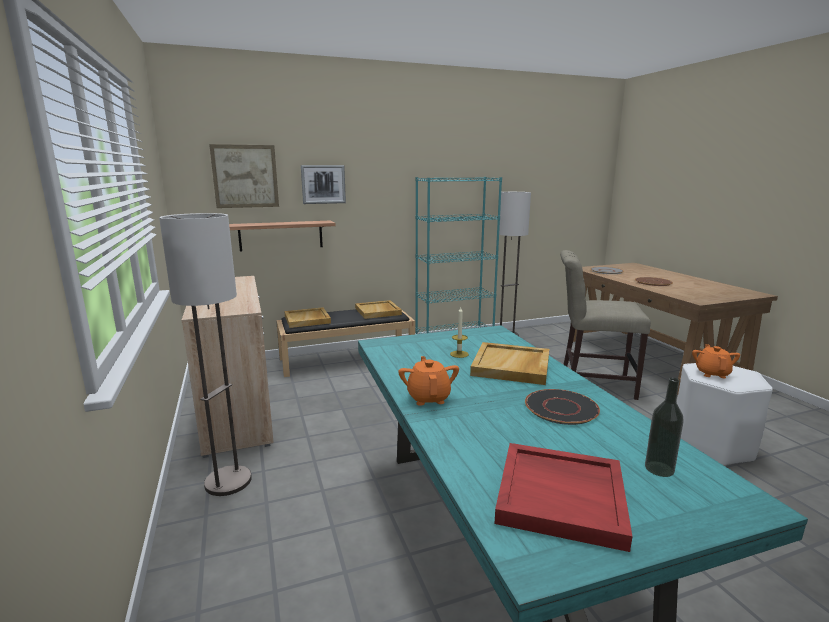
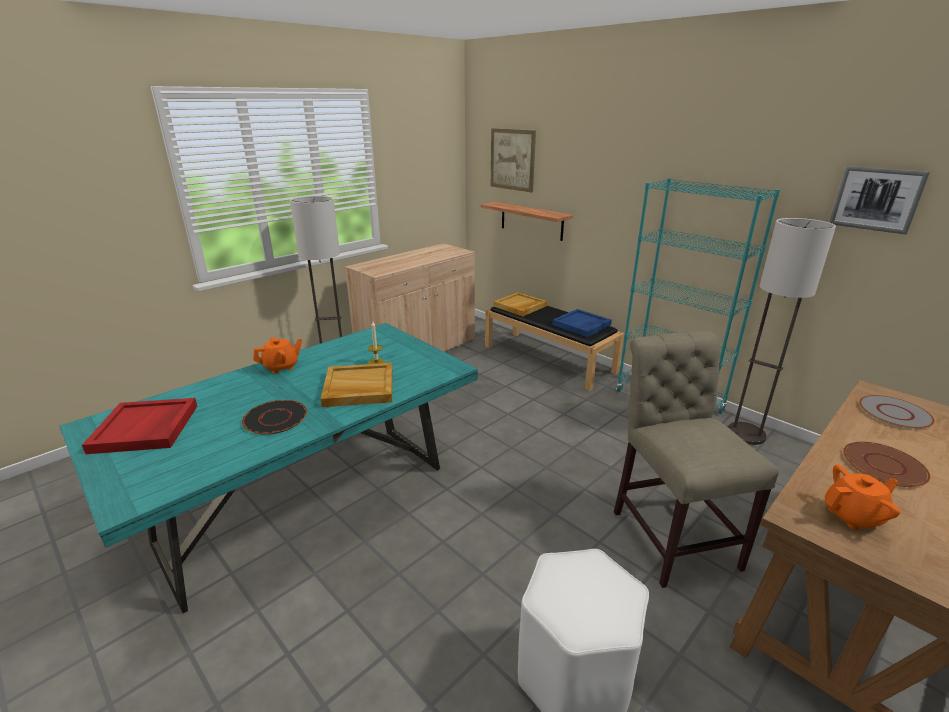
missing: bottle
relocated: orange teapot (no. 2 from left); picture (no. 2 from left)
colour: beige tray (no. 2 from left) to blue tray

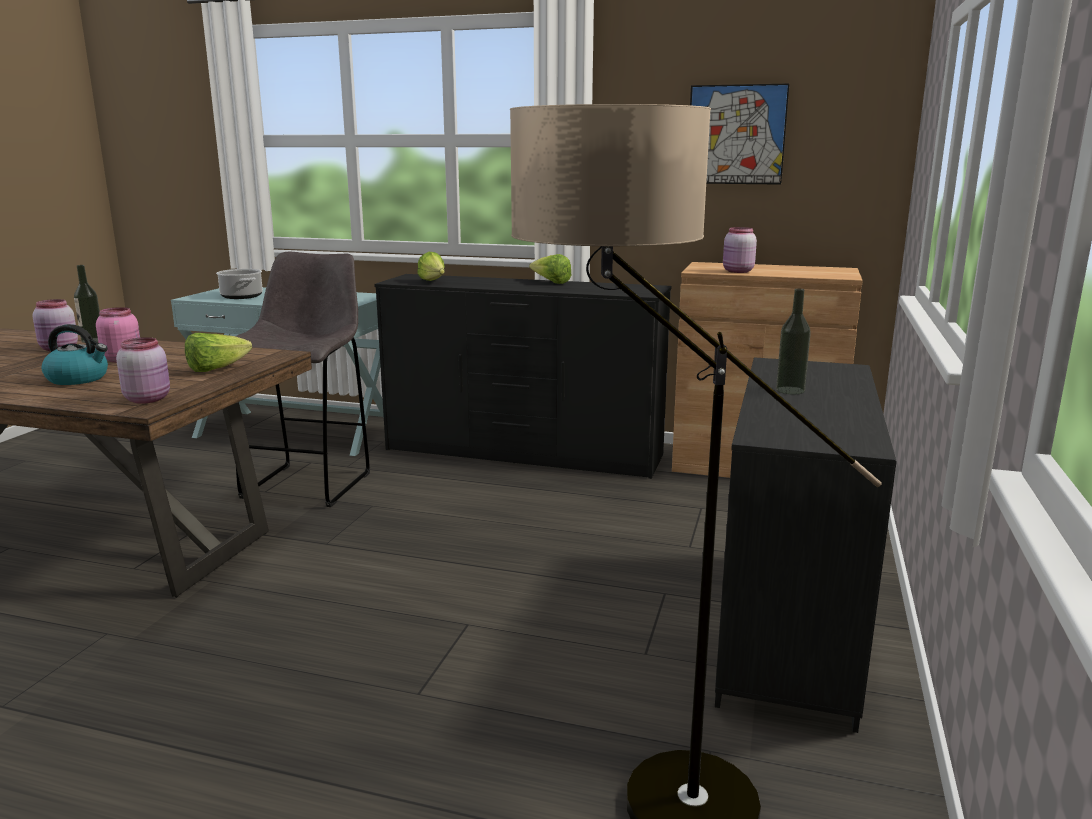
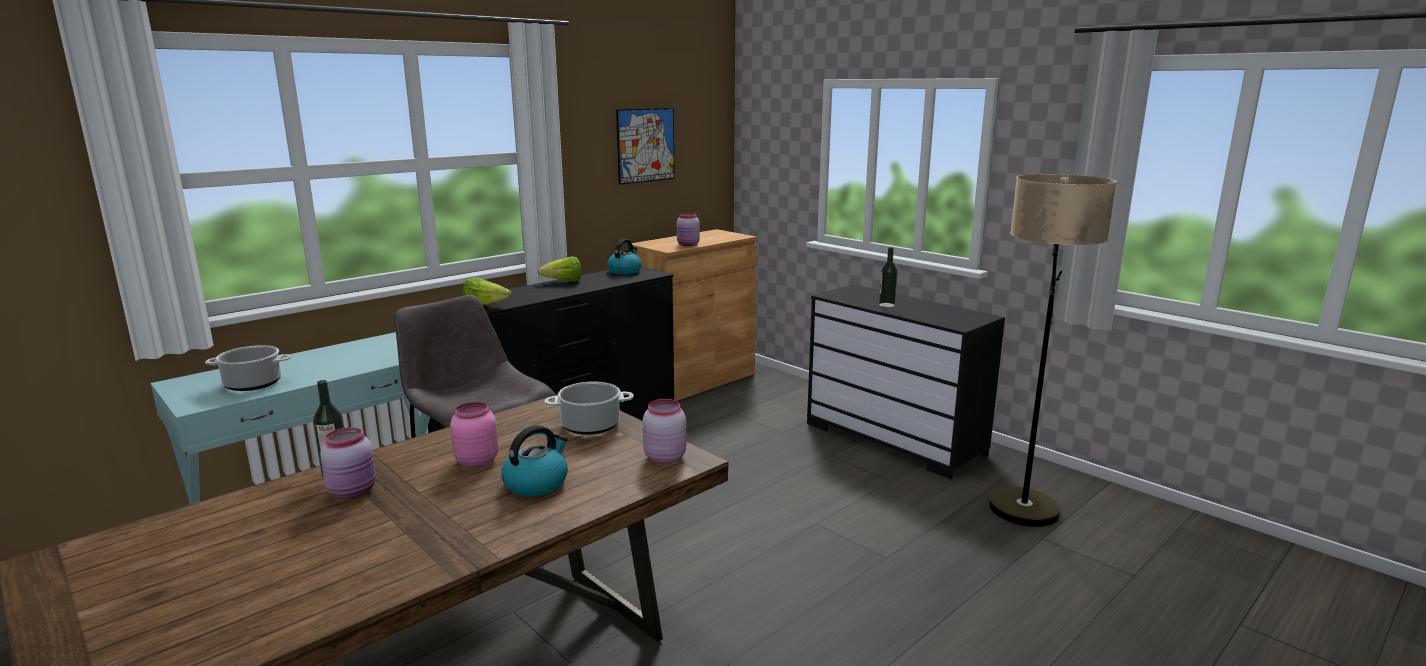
appeared: kettle (no. 2 from left)
exchanged: lettuce (no. 1 from left) to cooking pot (no. 2 from left)

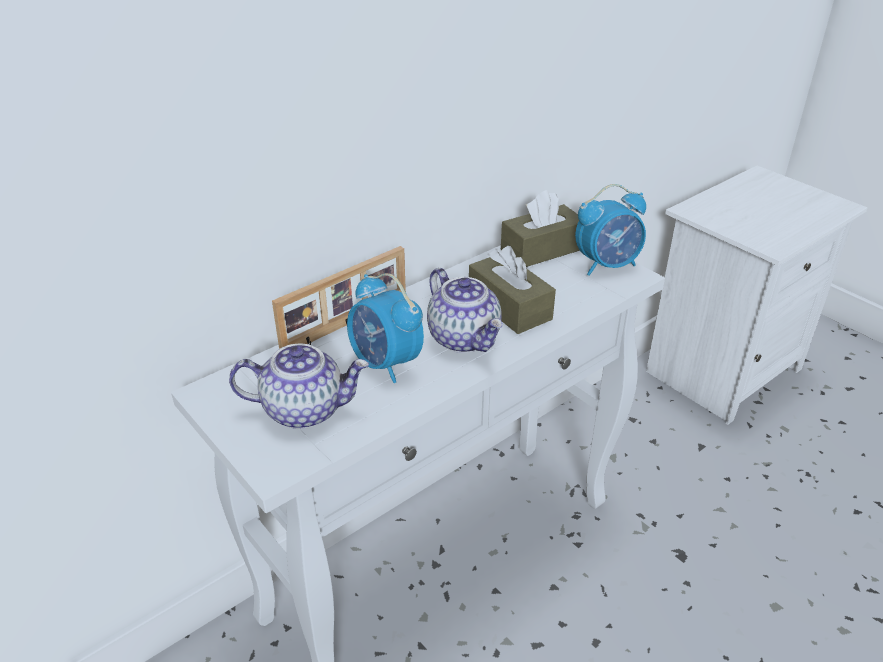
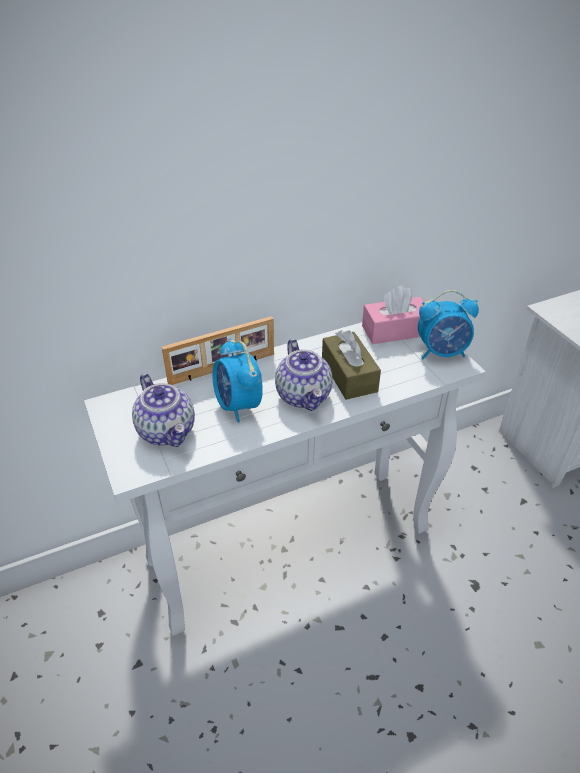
colour: brown tissue box (no. 2 from left) to pink tissue box
spun: teapot (no. 1 from left) 45 degrees clockwise

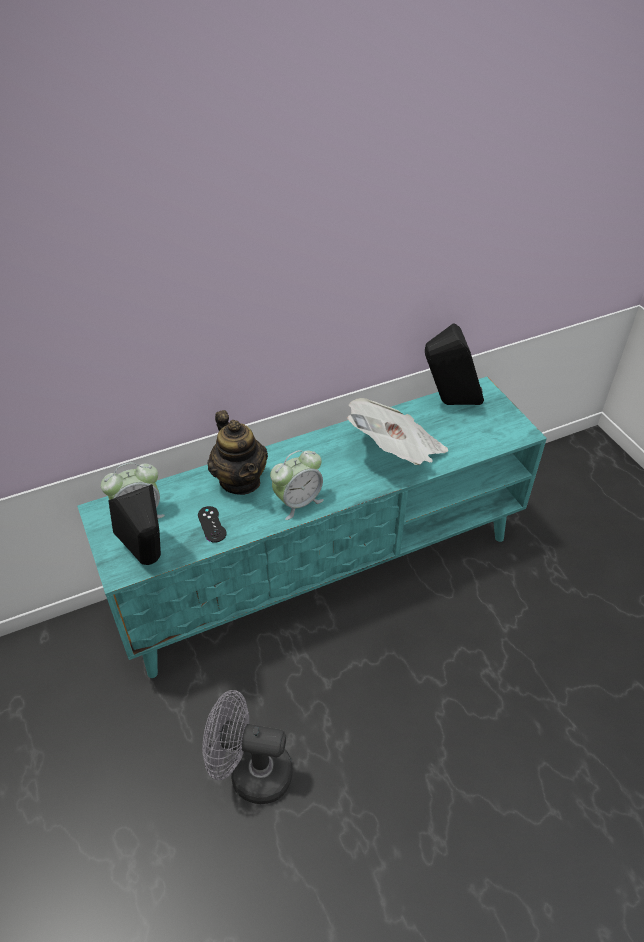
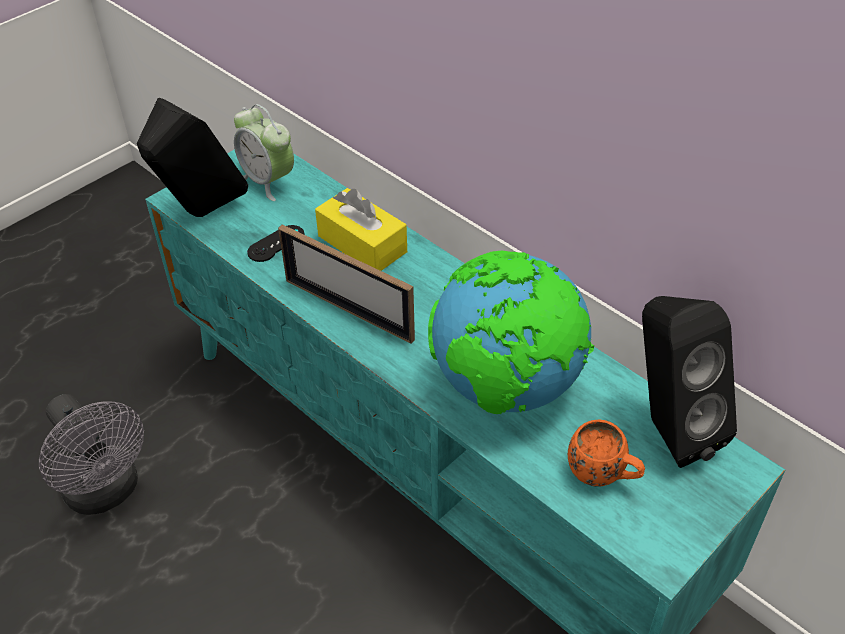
appeared: orange mug
exchanged: alarm clock (no. 2 from left) to picture frame; teapot to yellow tissue box; newspaper to globe
spun: grey fan 150 degrees clockwise

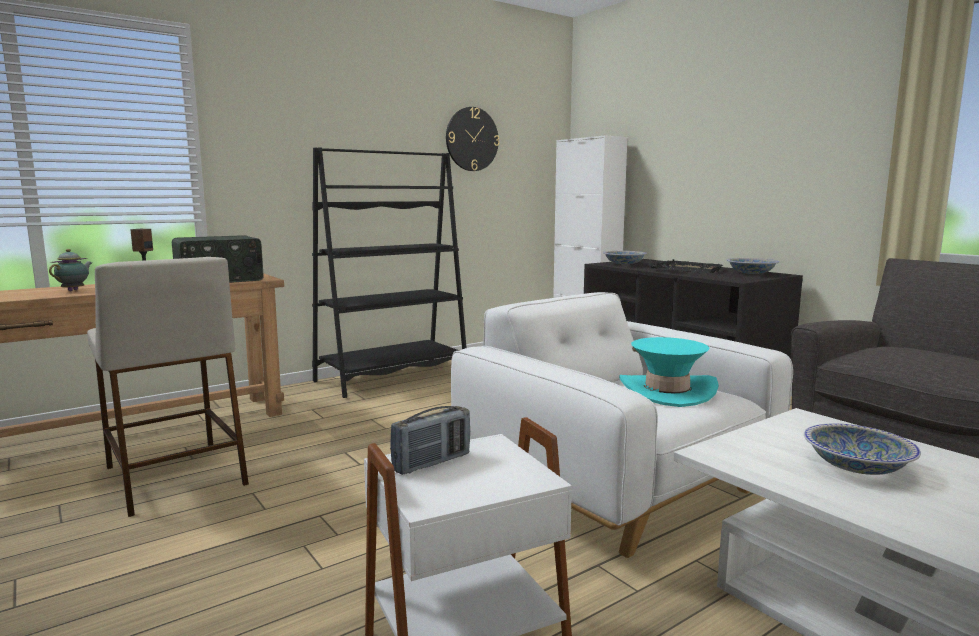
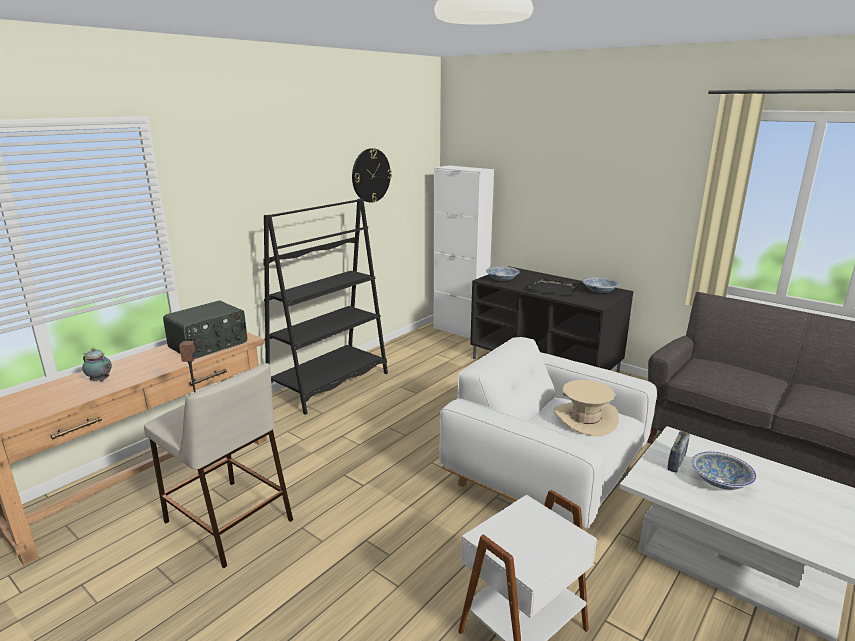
relocated: radio (no. 2 from left)
colour: turquoise hat to beige hat
spun: teapot 120 degrees clockwise

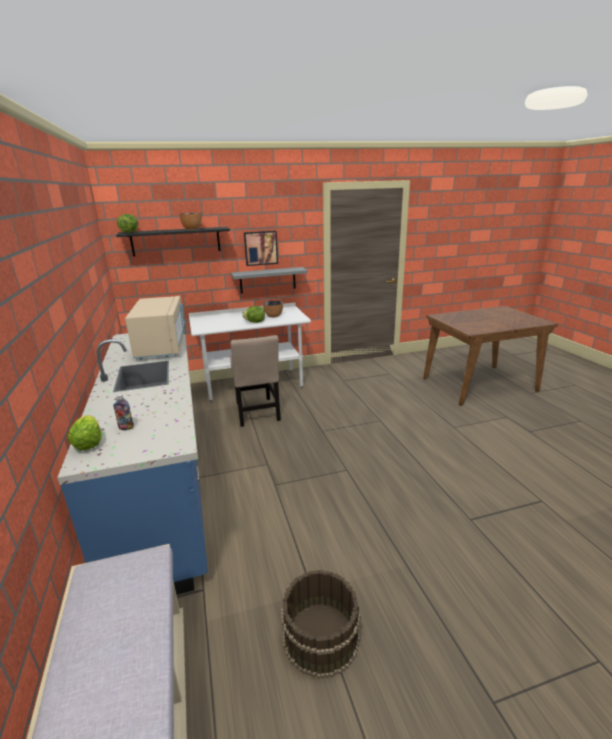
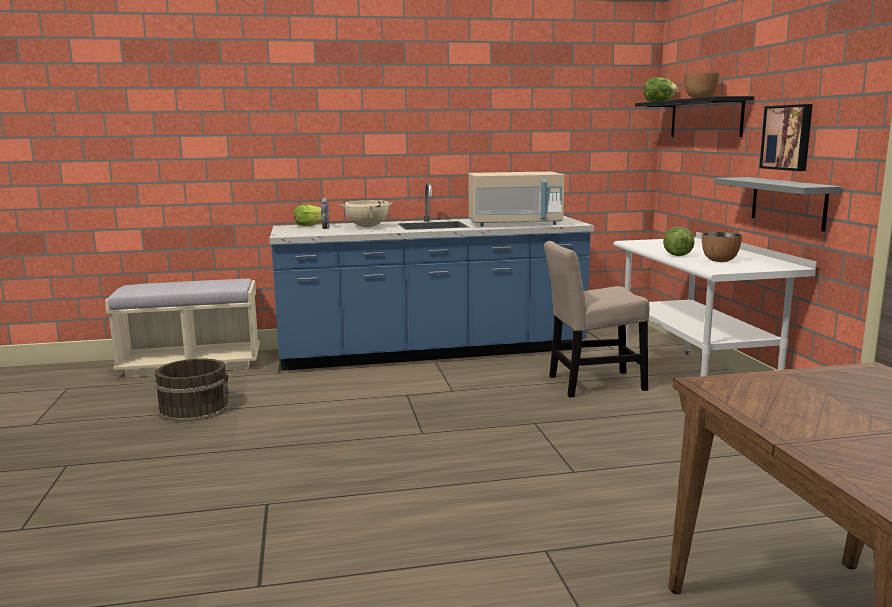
appeared: beige cooking pot

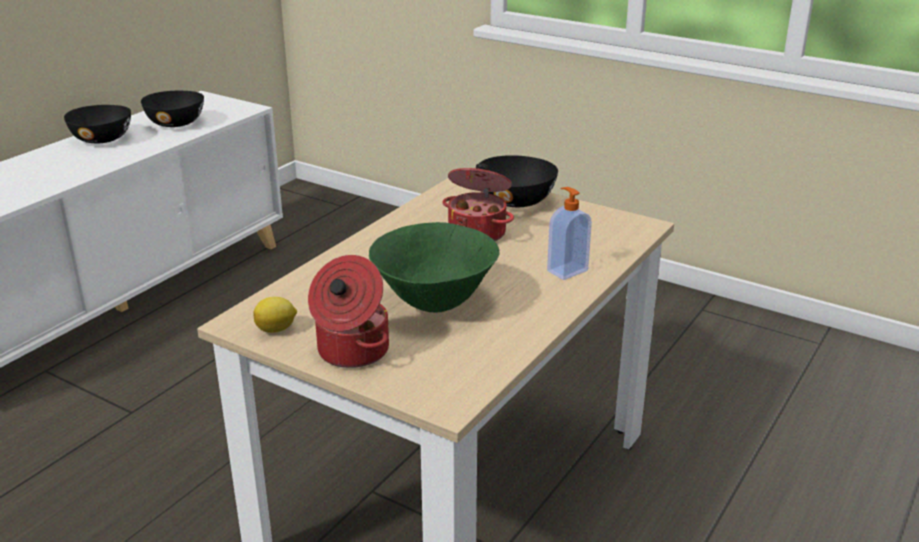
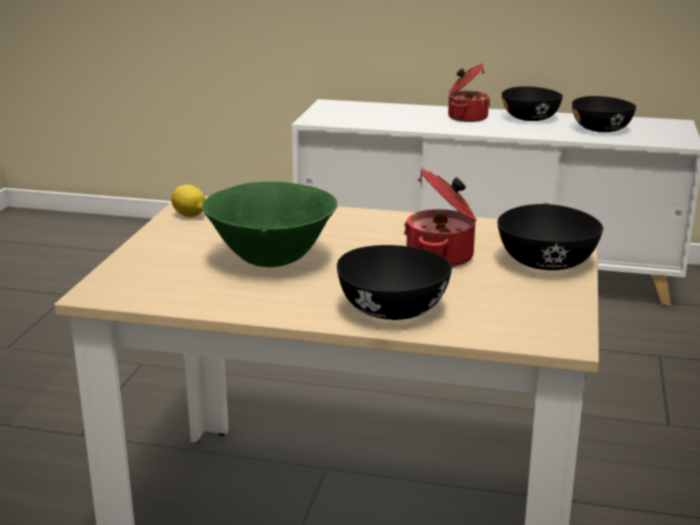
relocated: cooking pot (no. 1 from left in the first image) to cooking pot (no. 2 from left)
exchanged: soap dispenser to black bowl (no. 1 from left)

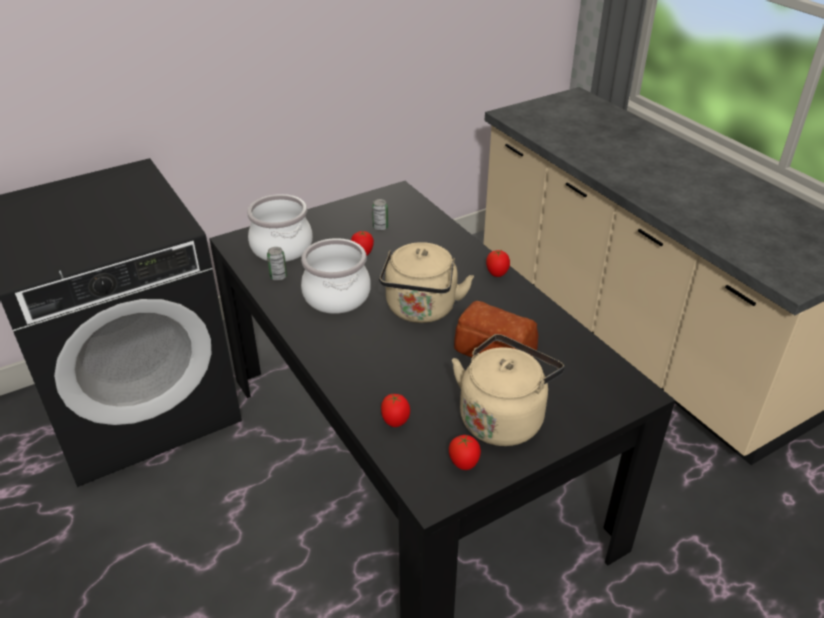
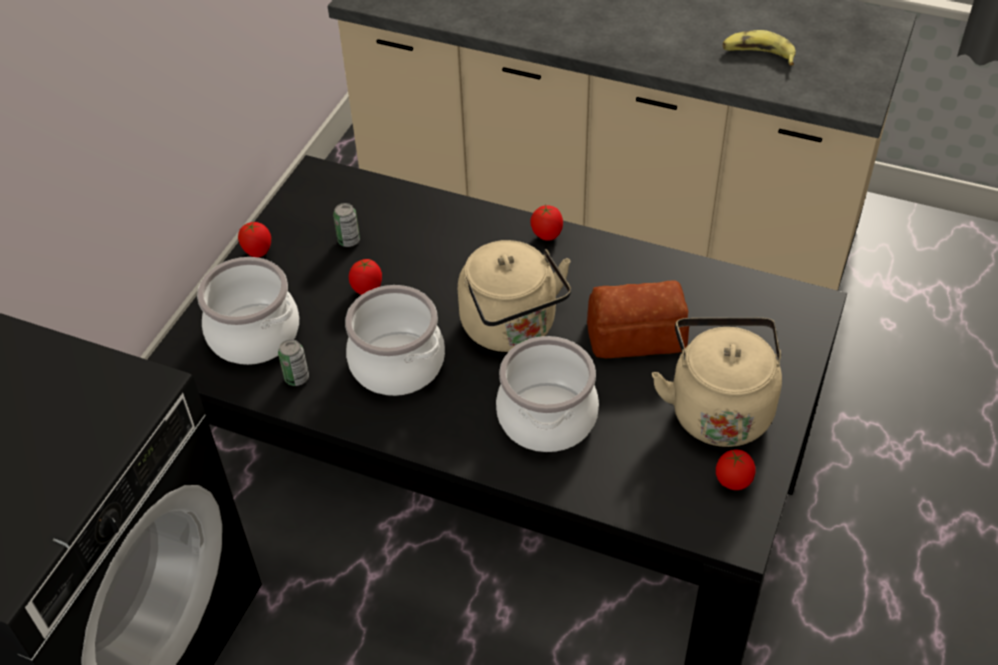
appeared: cooking pot (no. 3 from left); banana
relocated: tomato (no. 2 from left in the first image) to tomato (no. 1 from left)

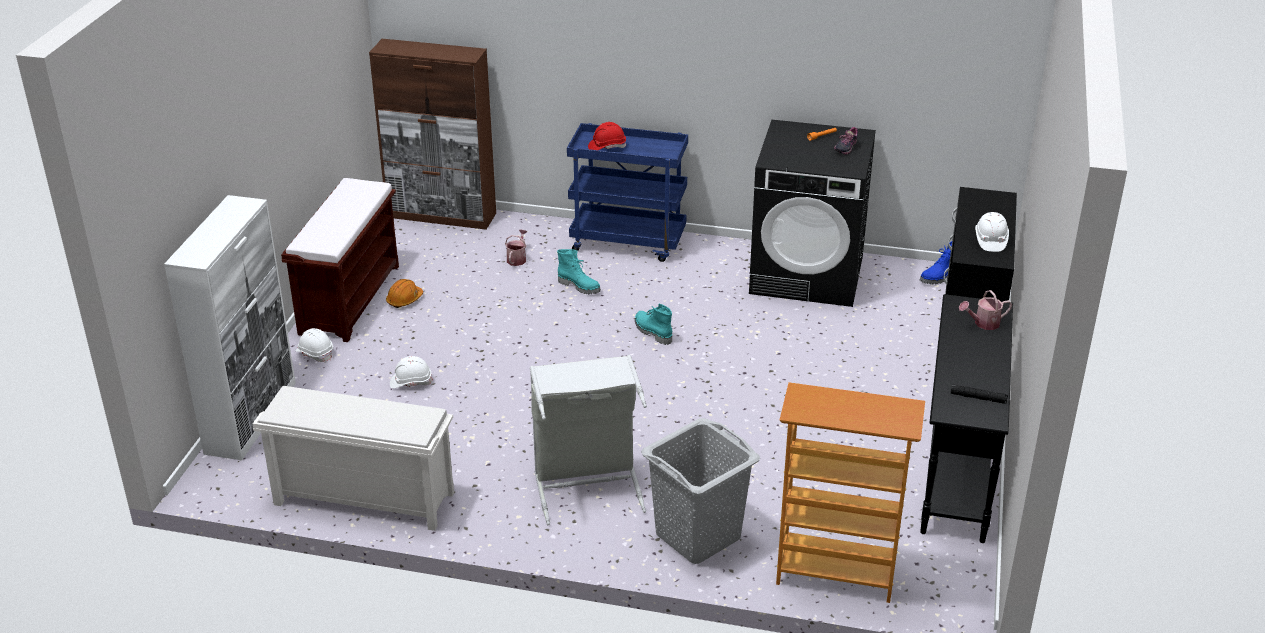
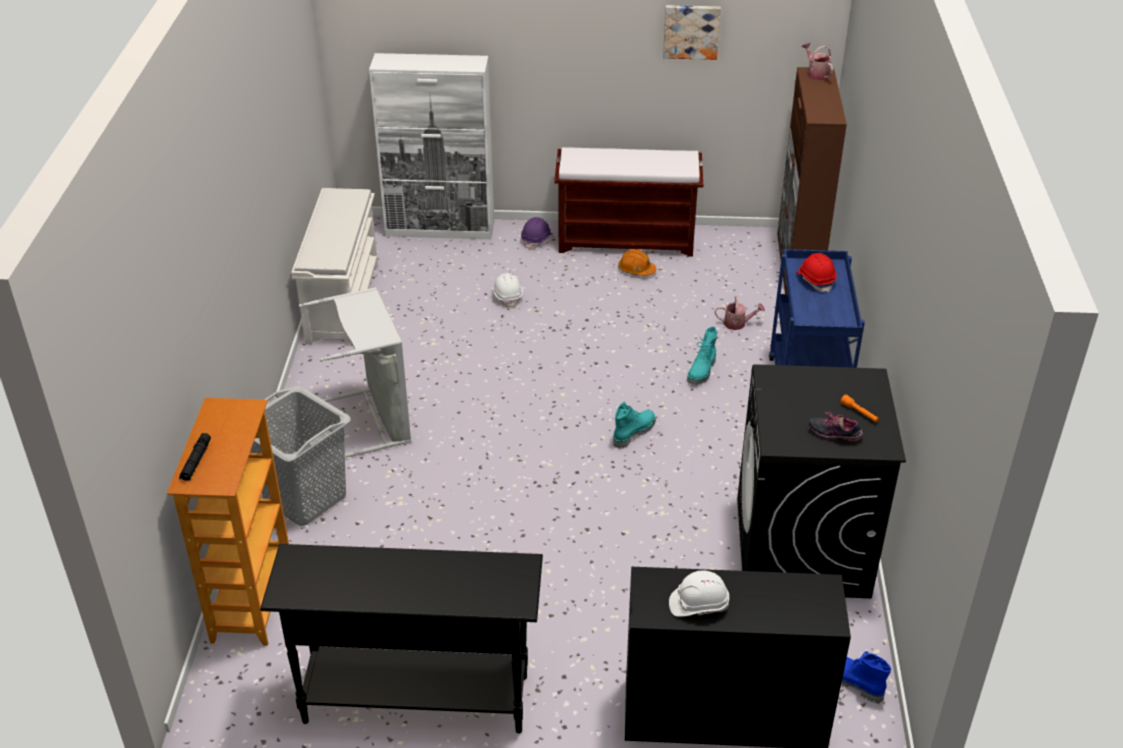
appeared: picture
relocated: black flashlight; watering can (no. 2 from left)
colour: white hard hat (no. 1 from left) to purple hard hat

